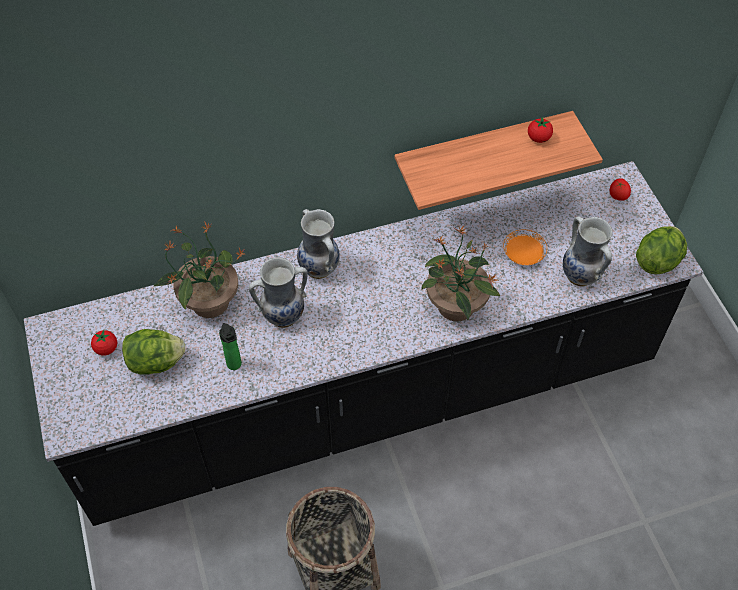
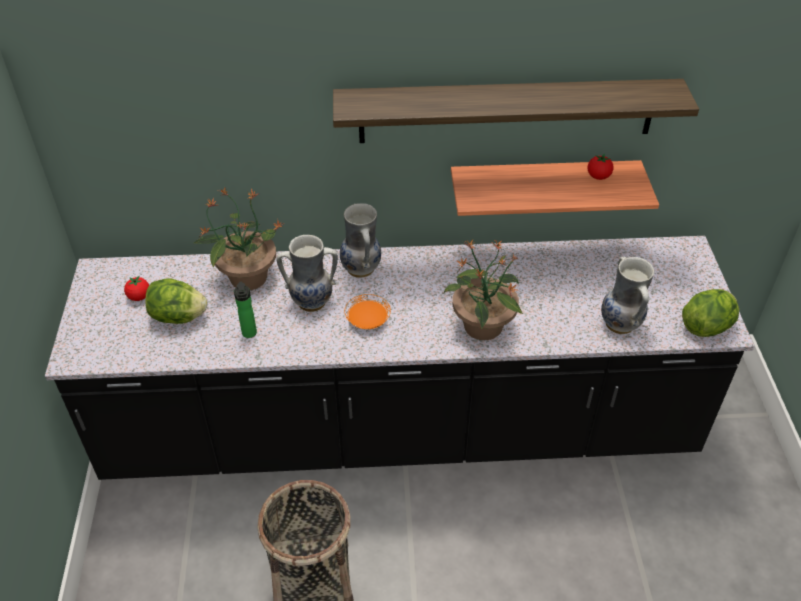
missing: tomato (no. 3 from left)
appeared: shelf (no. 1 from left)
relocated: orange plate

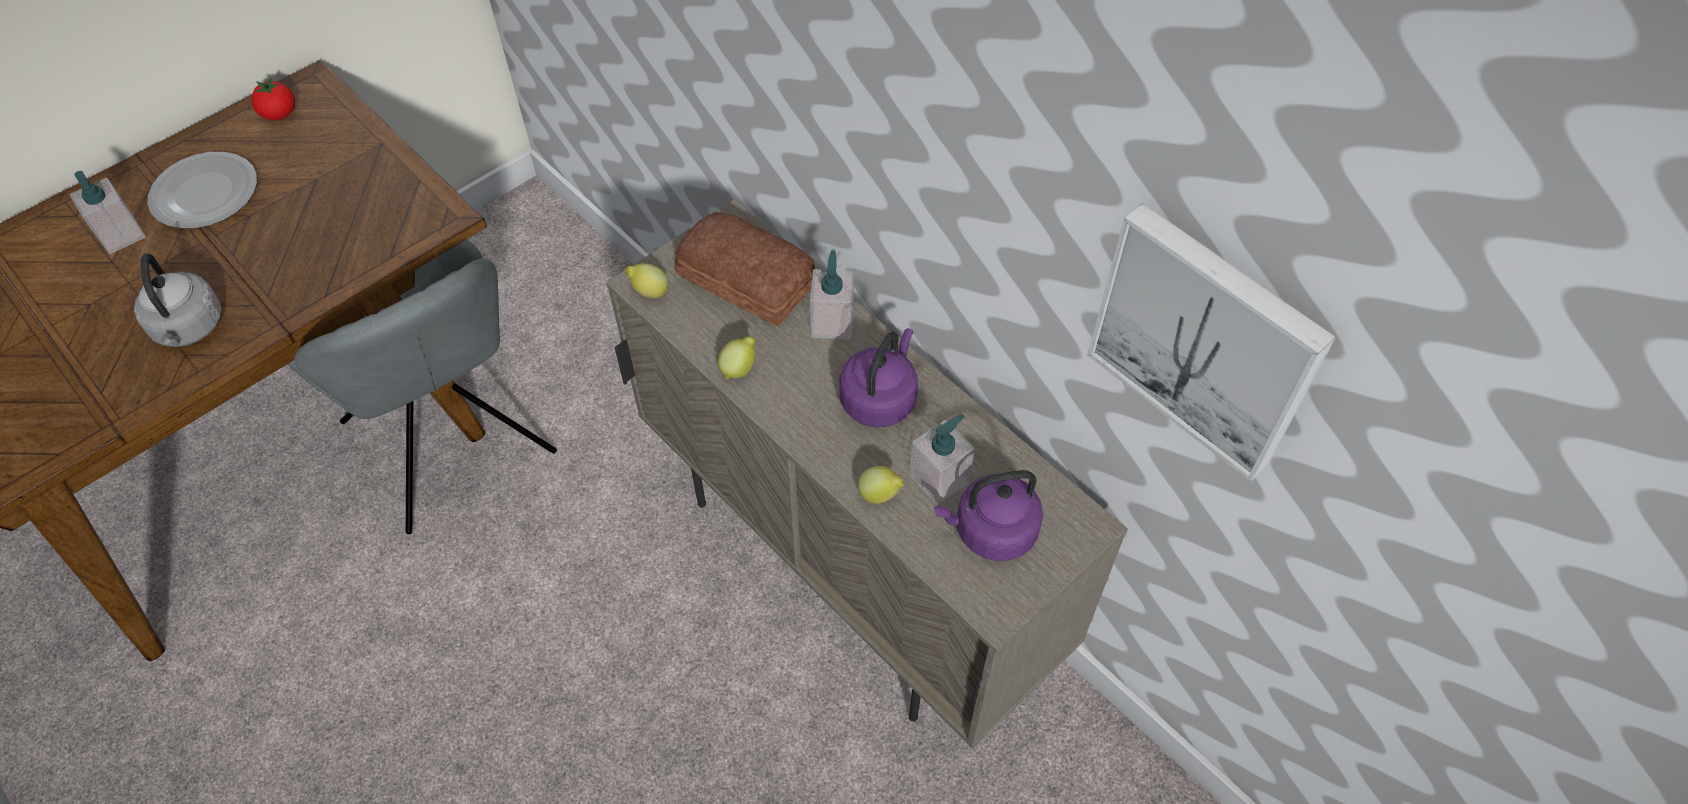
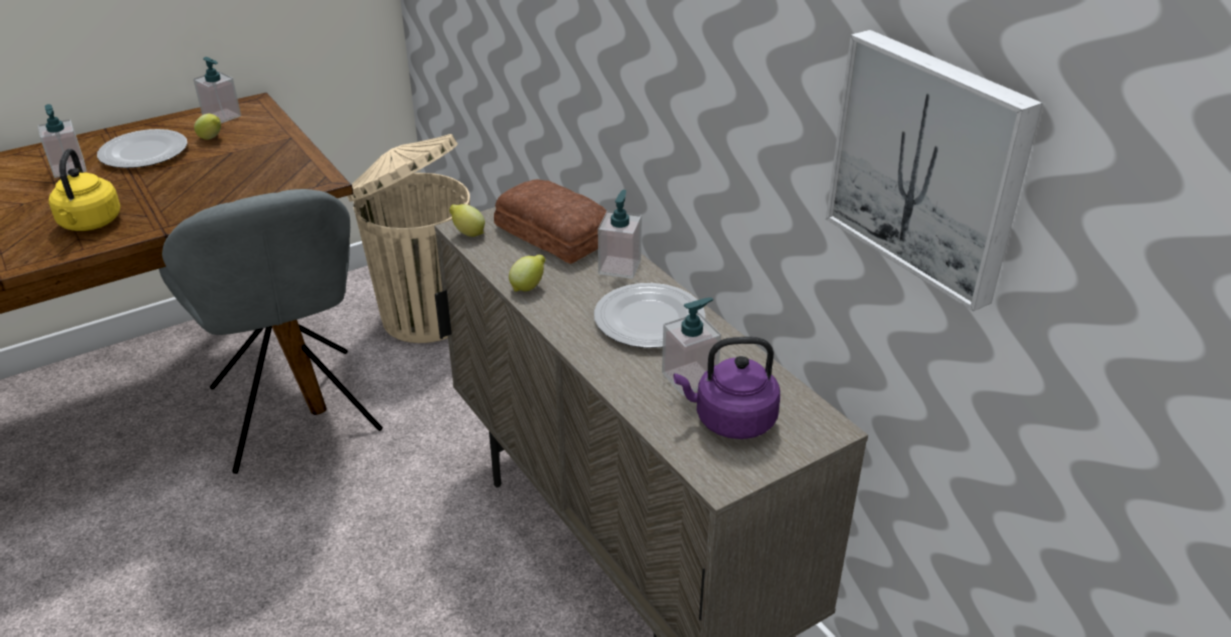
appeared: beige trash can
relocated: lemon (no. 3 from left in the first image) to lemon (no. 1 from left)
exchanged: tomato to soap dispenser (no. 2 from left); purple kettle (no. 1 from left) to plate (no. 2 from left)
colour: grey kettle to yellow kettle

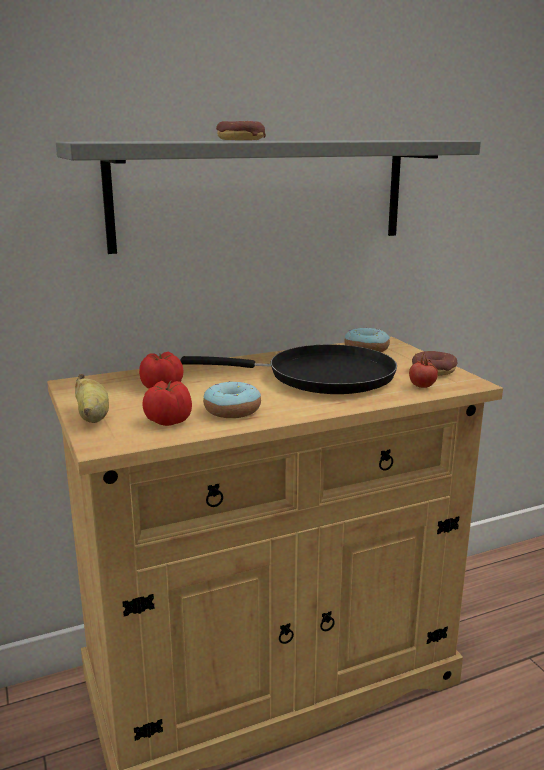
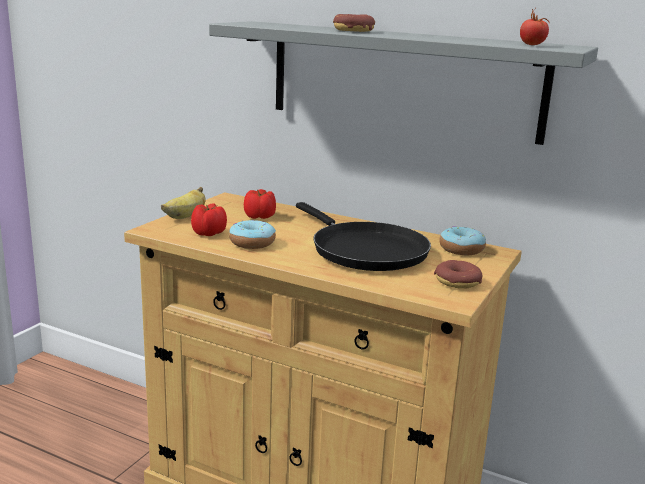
relocated: tomato (no. 3 from left)

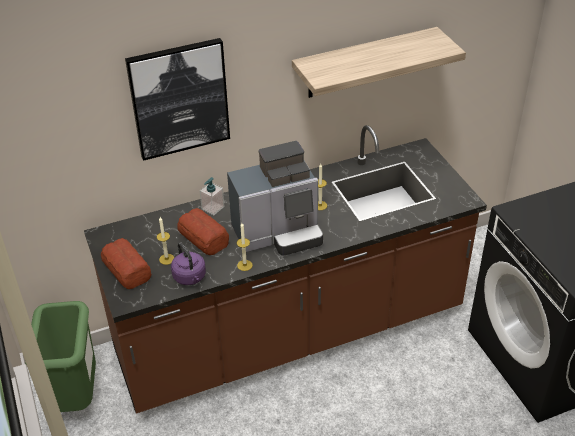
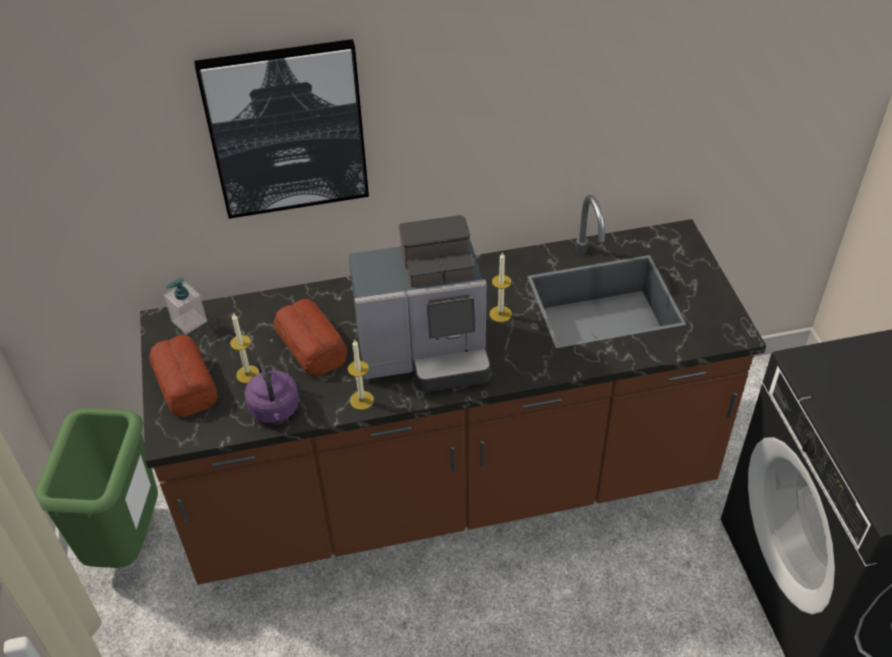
missing: shelf
relocated: soap dispenser

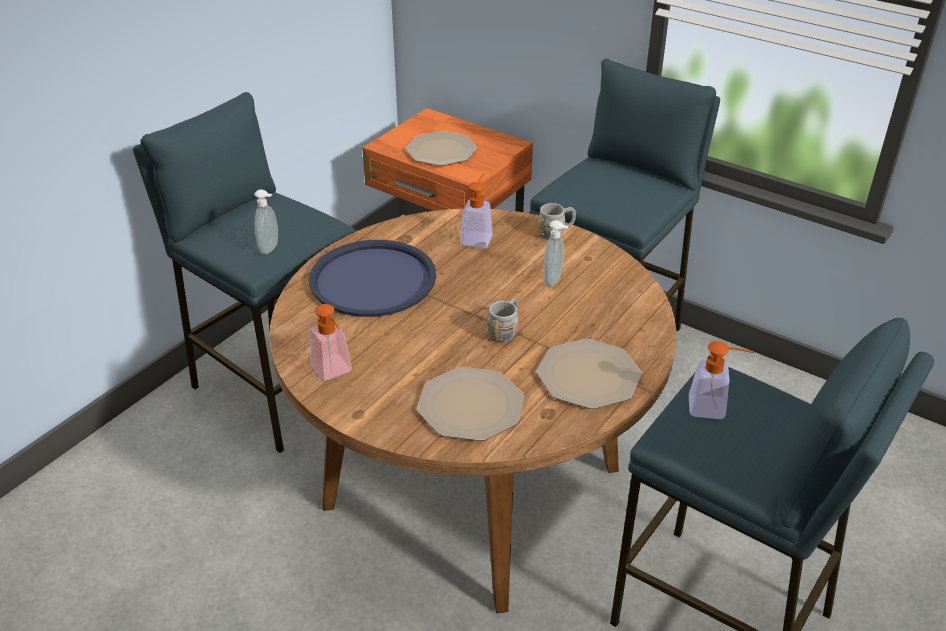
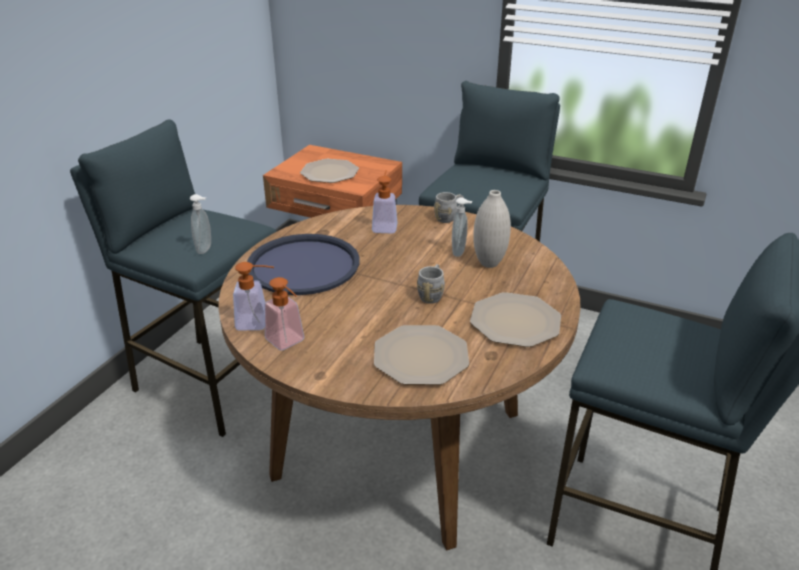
appeared: white vase
relocated: soap dispenser (no. 5 from left in the first image) to soap dispenser (no. 2 from left)

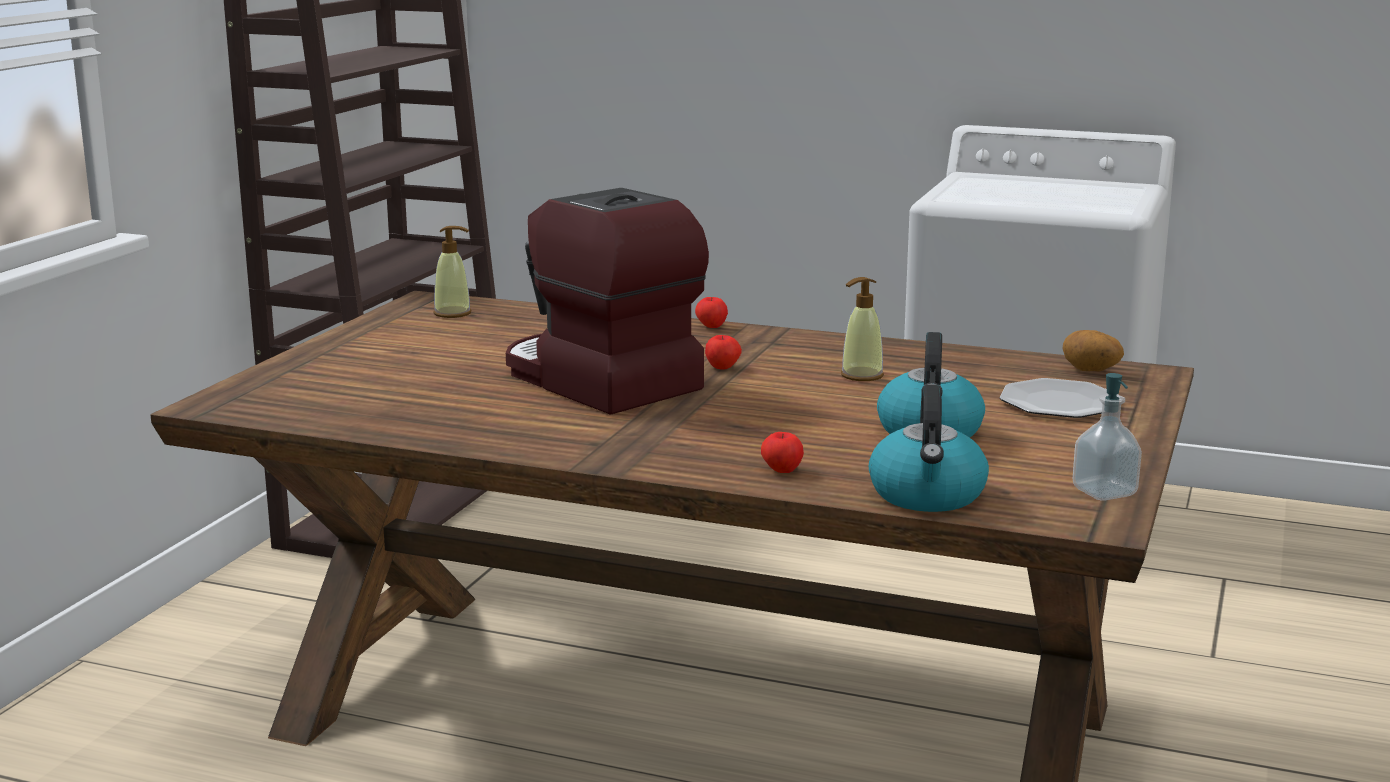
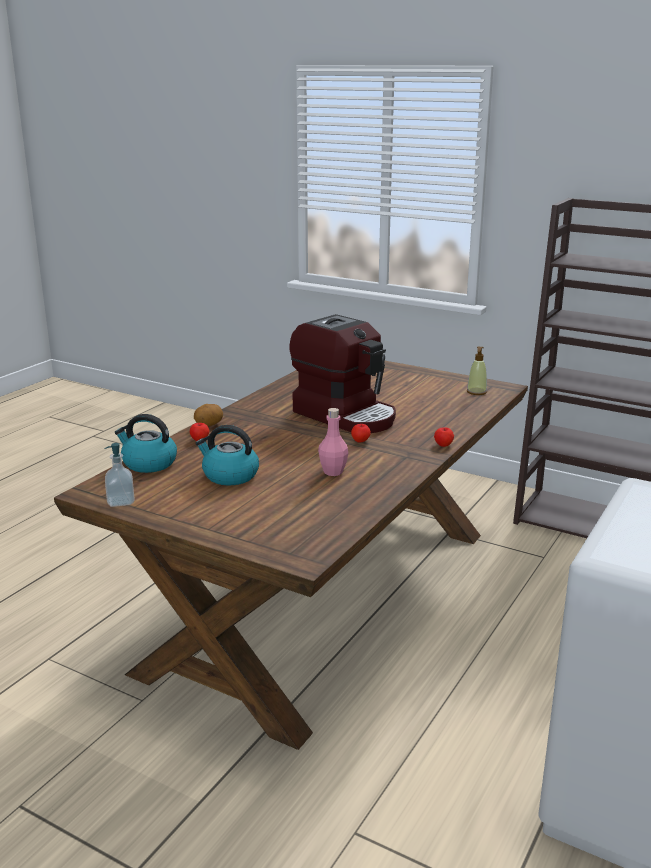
missing: plate
relocated: potato
exchanged: soap dispenser (no. 2 from left) to pink bottle
spun: coffee machine 75 degrees clockwise

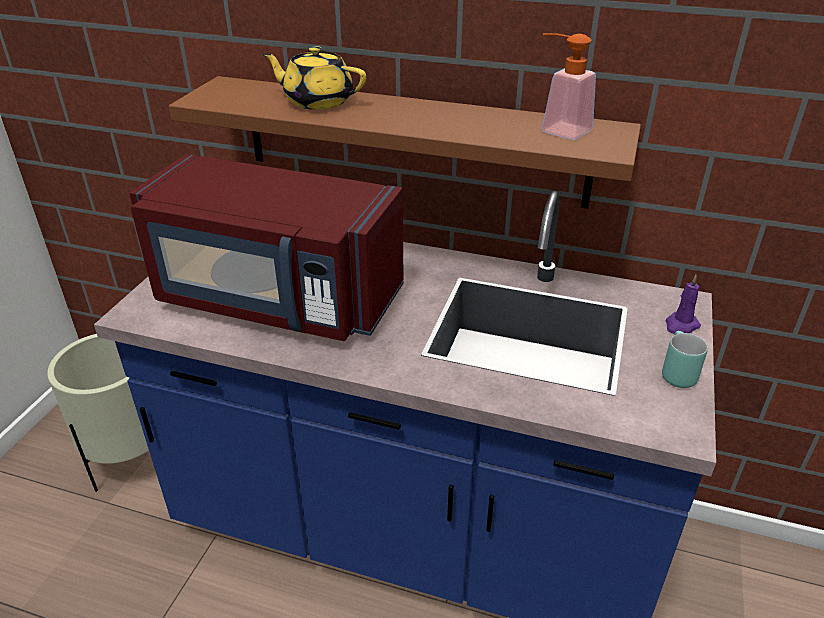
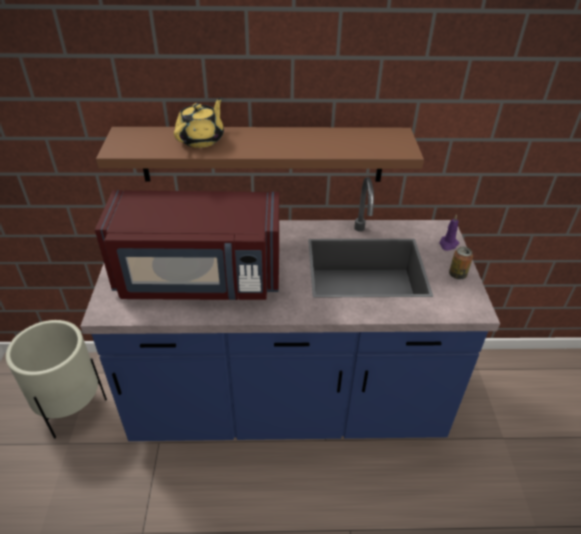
missing: soap dispenser
exchanged: turquoise mug to can
spun: yellow teapot 120 degrees clockwise

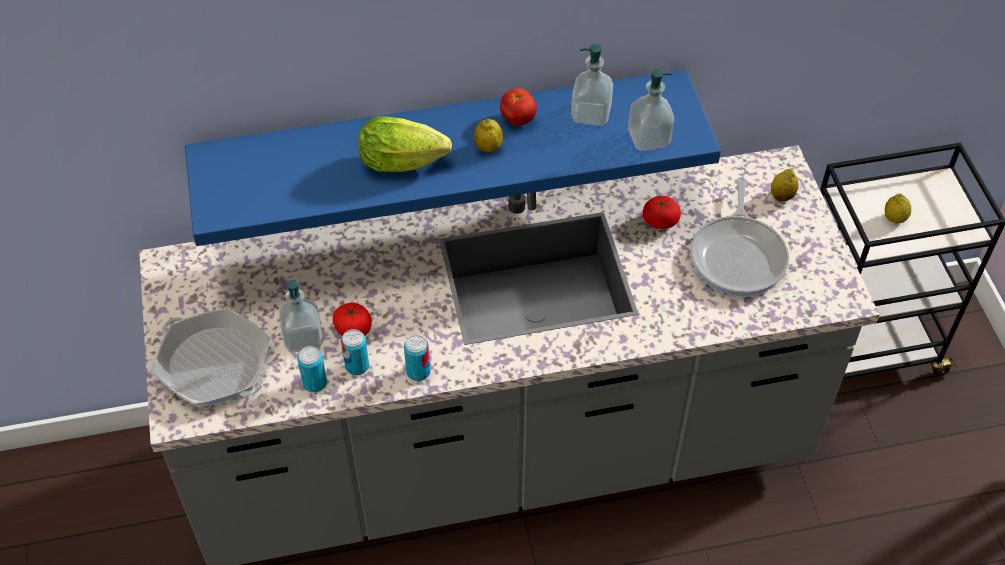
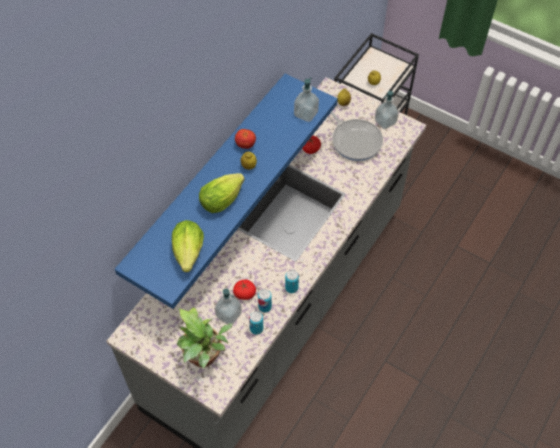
appeared: lettuce (no. 1 from left)
relocated: soap dispenser (no. 2 from left in the first image) to soap dispenser (no. 3 from left)
exchanged: frying pan (no. 1 from left) to potted plant

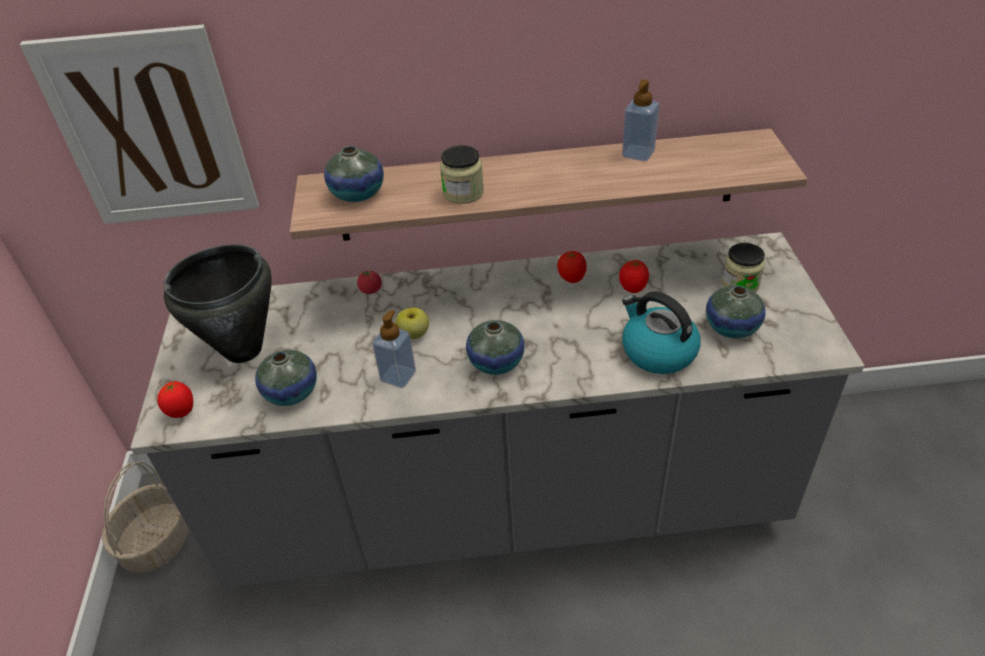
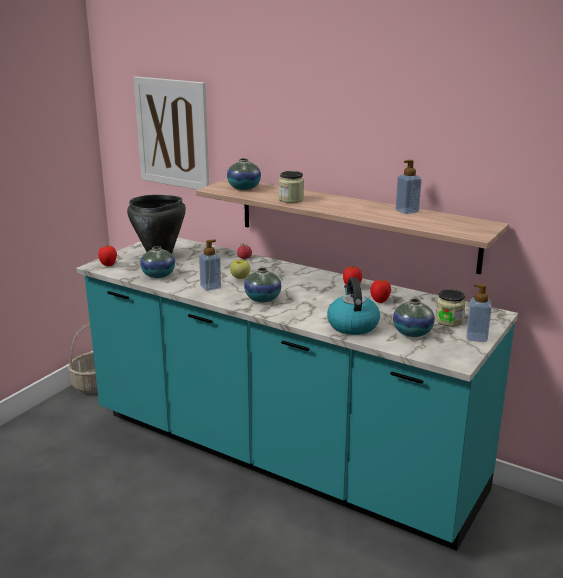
appeared: soap dispenser (no. 3 from left)
colour: grey counter to turquoise counter

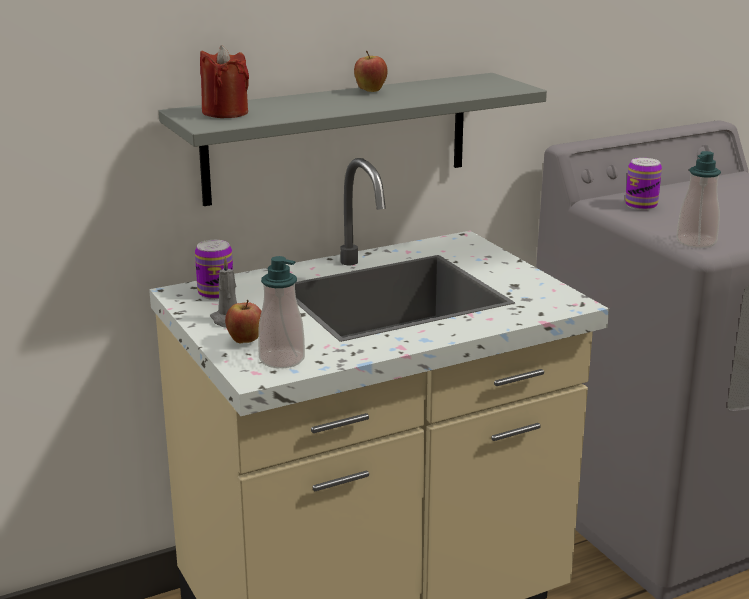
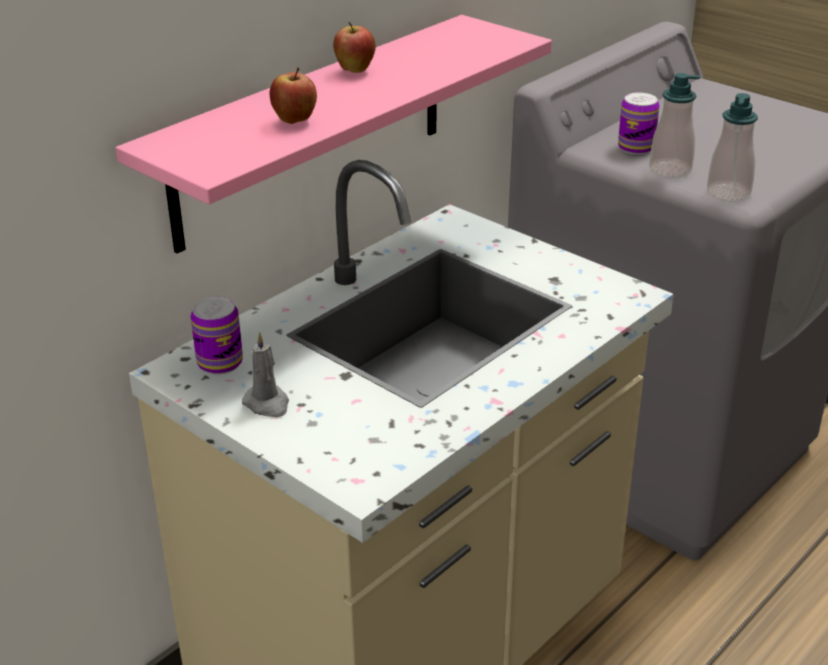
missing: red candle
relocated: apple (no. 1 from left); soap dispenser (no. 1 from left)
colour: grey shelf to pink shelf

